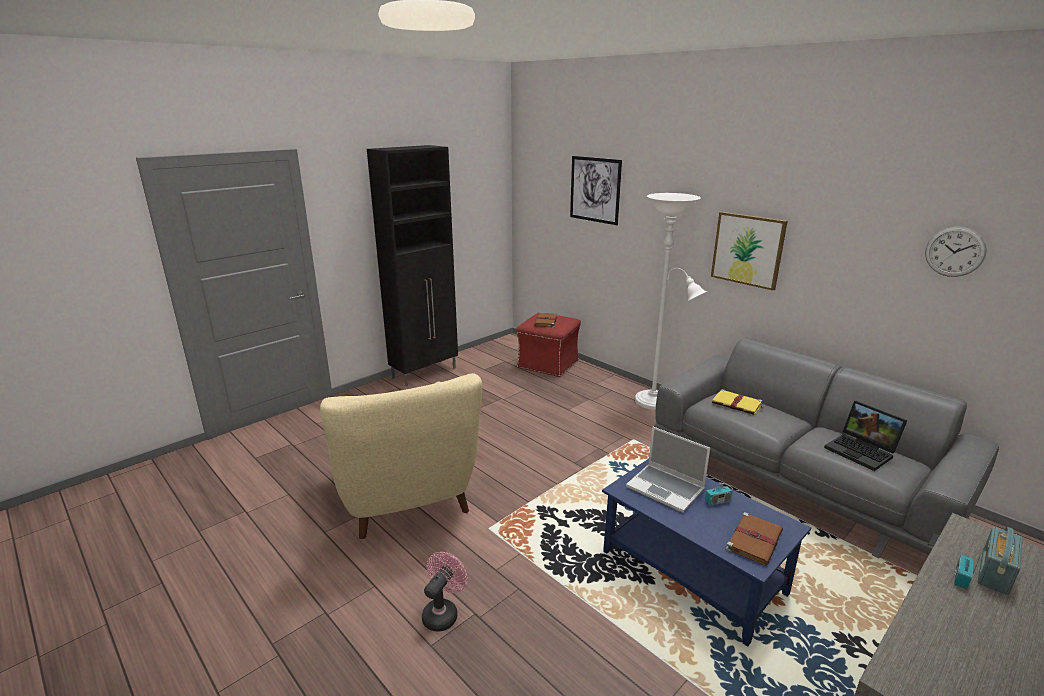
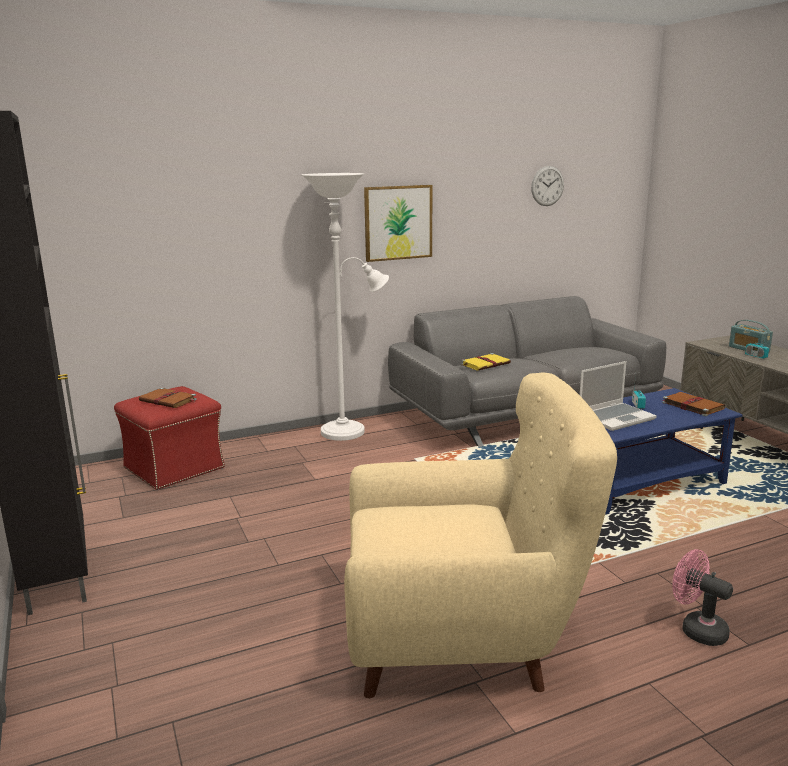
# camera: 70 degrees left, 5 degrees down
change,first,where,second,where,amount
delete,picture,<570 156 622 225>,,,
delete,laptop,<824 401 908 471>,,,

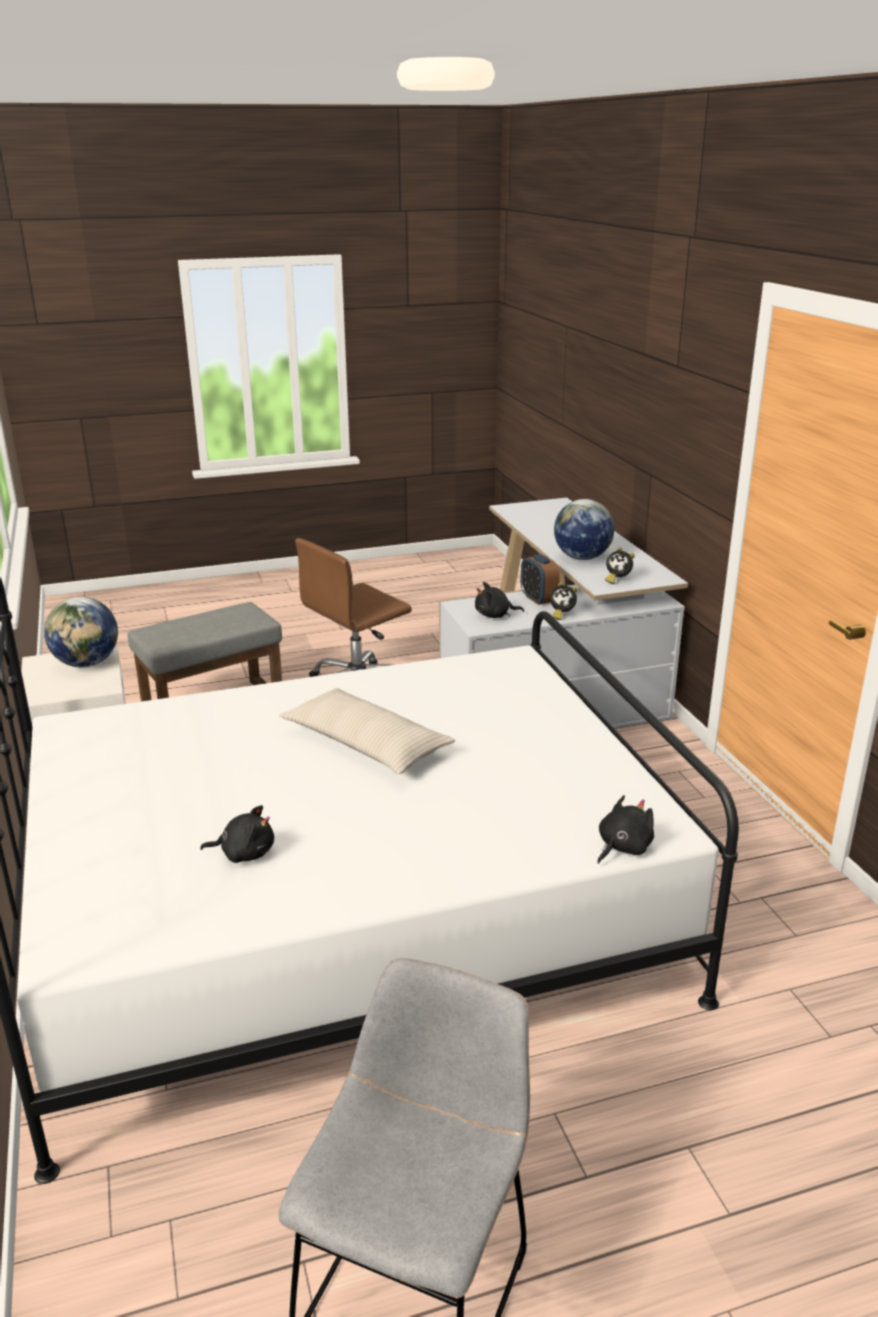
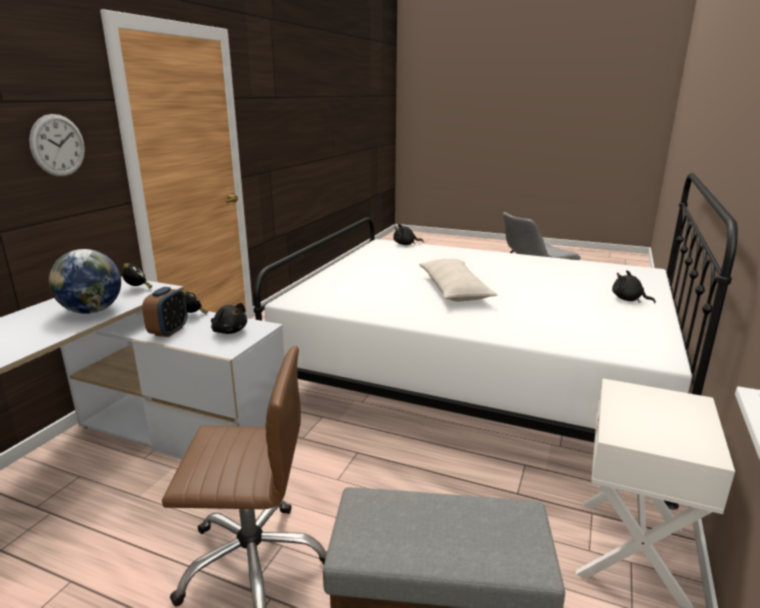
# camera: 140 degrees left, 5 degrees down
change,first,where,second,where,amount
delete,globe,<44 597 118 667>,,,
insert,,,wall clock,<29 114 85 177>,
move,plush toy/black,<200 805 274 863>,,<612 270 656 303>,

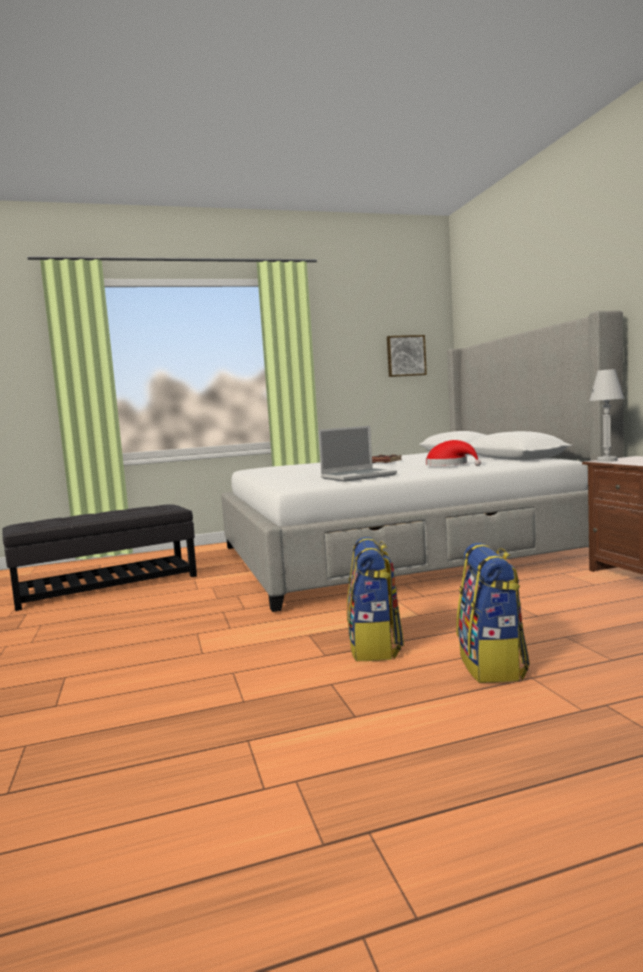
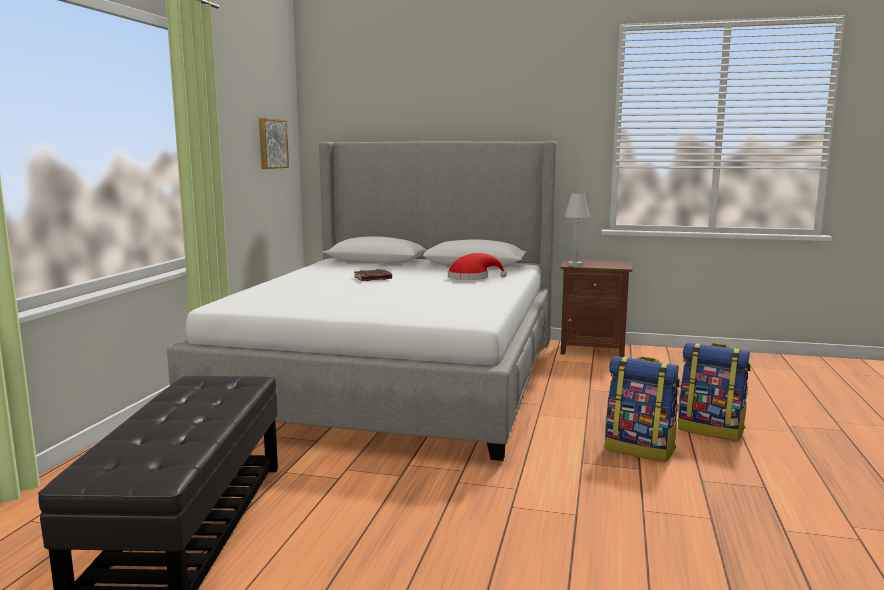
# camera: 60 degrees left, 5 degrees up
change,first,where,second,where,amount
delete,laptop,<318 426 397 482>,,,

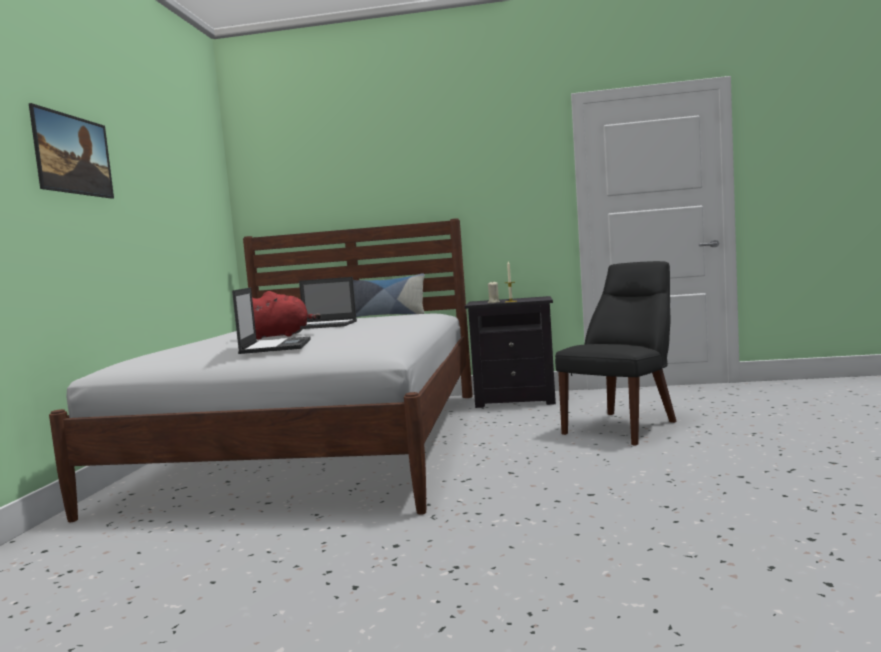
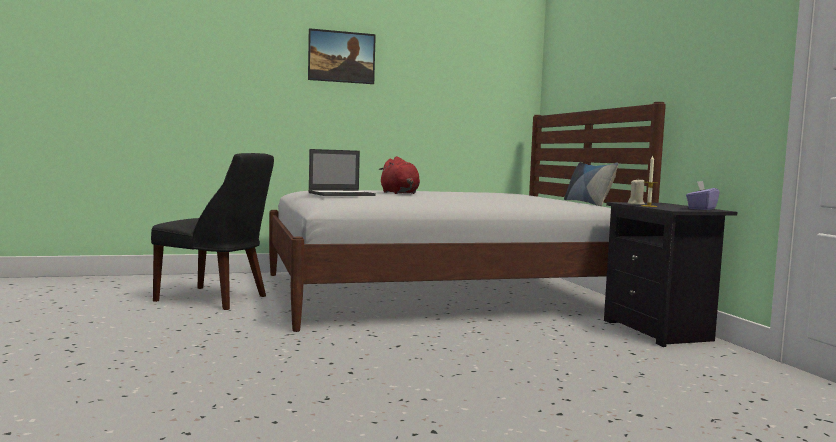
# camera: 65 degrees right, 0 degrees up
change,first,where,second,where,amount
delete,laptop,<299 277 357 329>,,,
insert,,,tissue box/purple,<686 181 720 210>,
move,chair/black,<555 261 677 446>,,<151 153 274 310>,

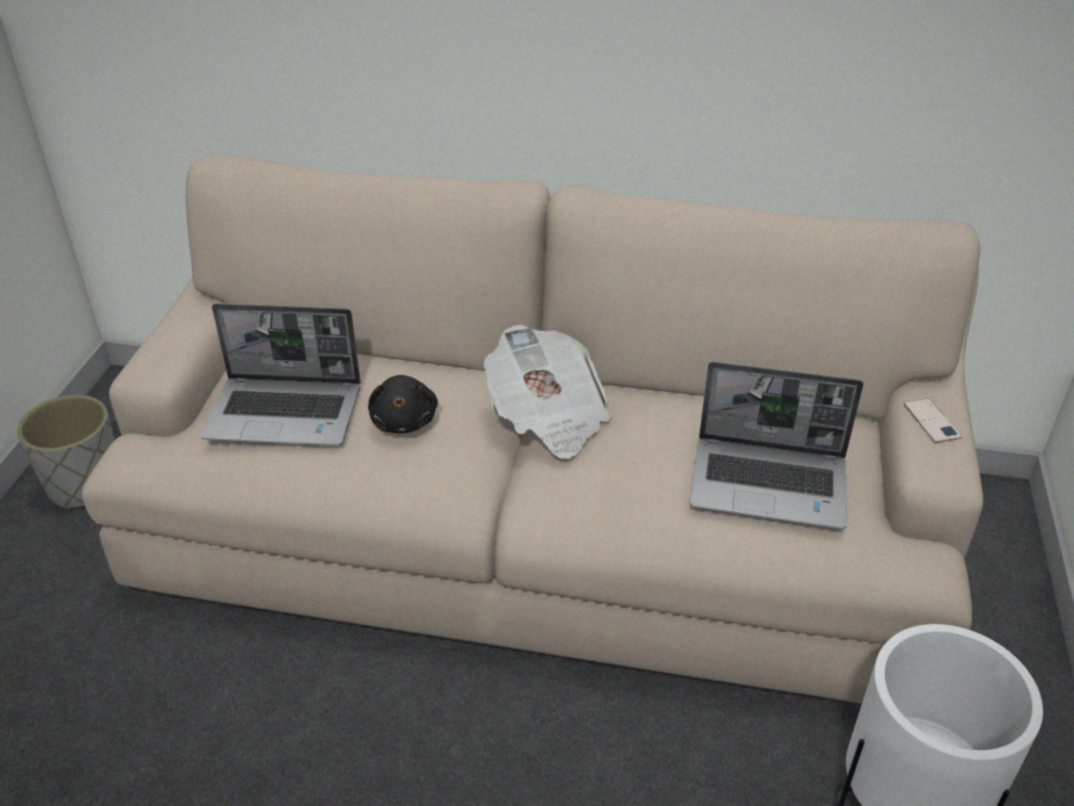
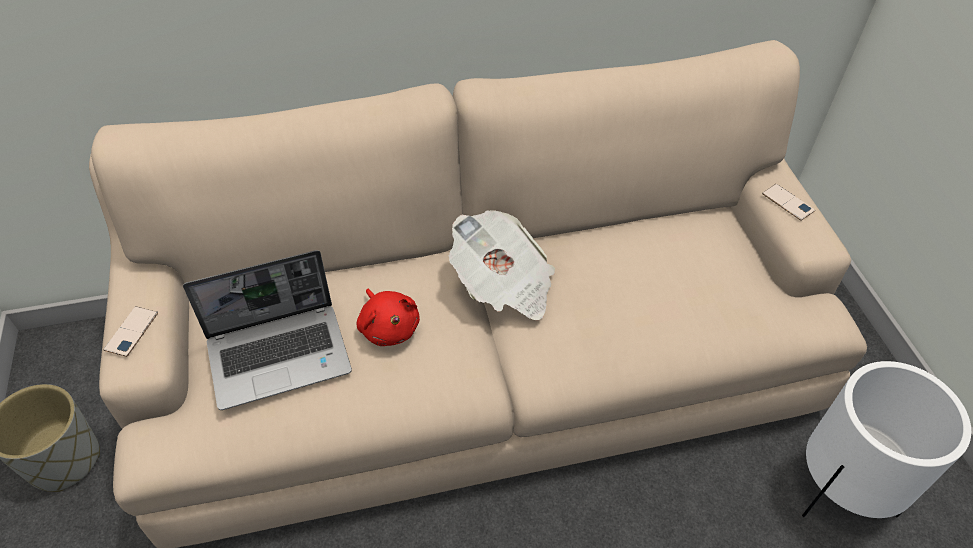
# camera: 25 degrees left, 10 degrees up
change,first,where,second,where,amount
delete,laptop,<689 362 864 529>,,,
insert,,,phone,<104 306 158 357>,
recolor,plush toy/black,<368 375 438 433>,plush toy/red,<357 289 420 346>,

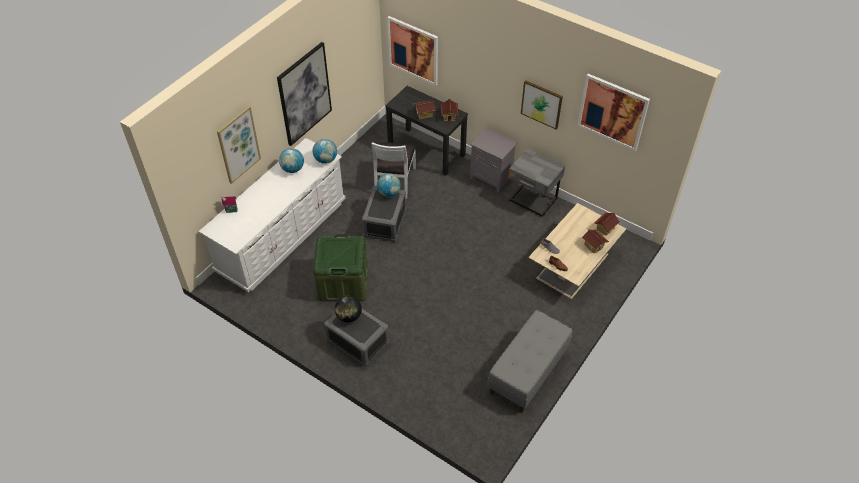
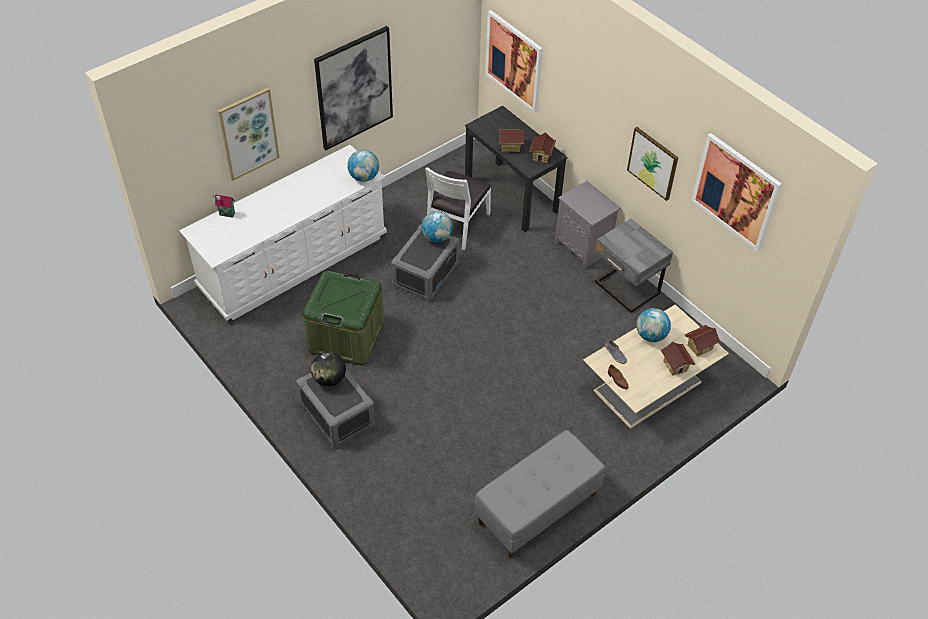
# camera: 15 degrees right, 0 degrees up
change,first,where,second,where,amount
move,globe,<279 148 304 173>,,<636 308 671 342>,

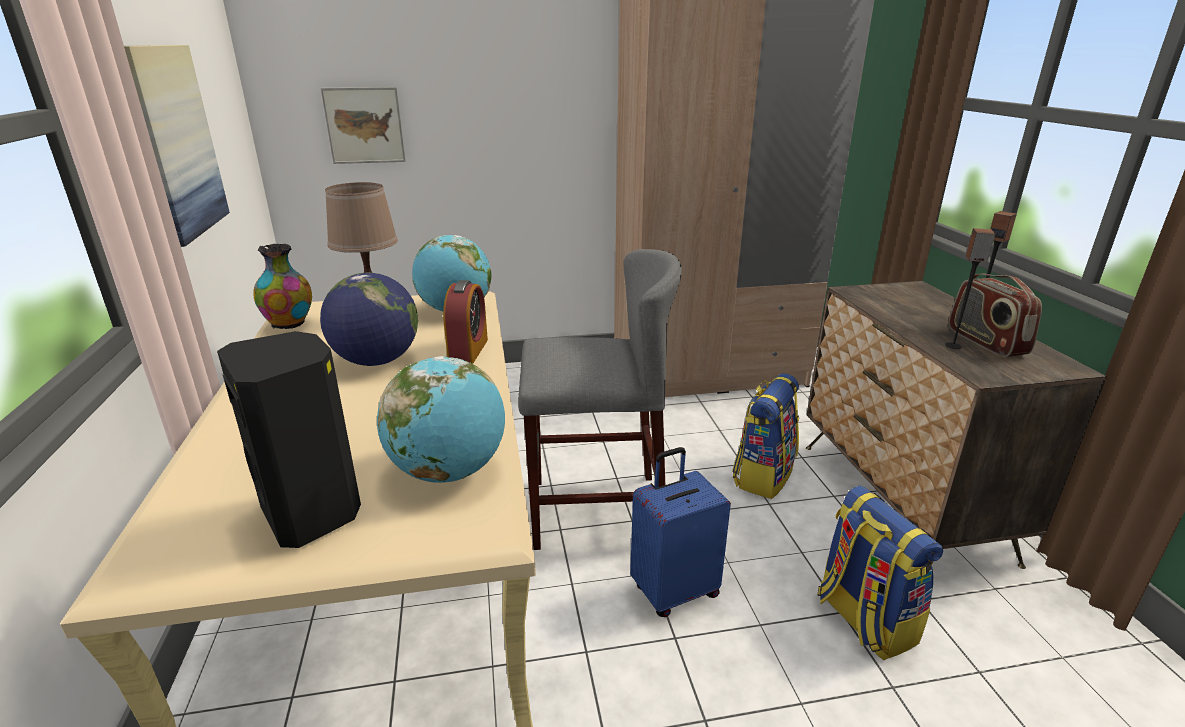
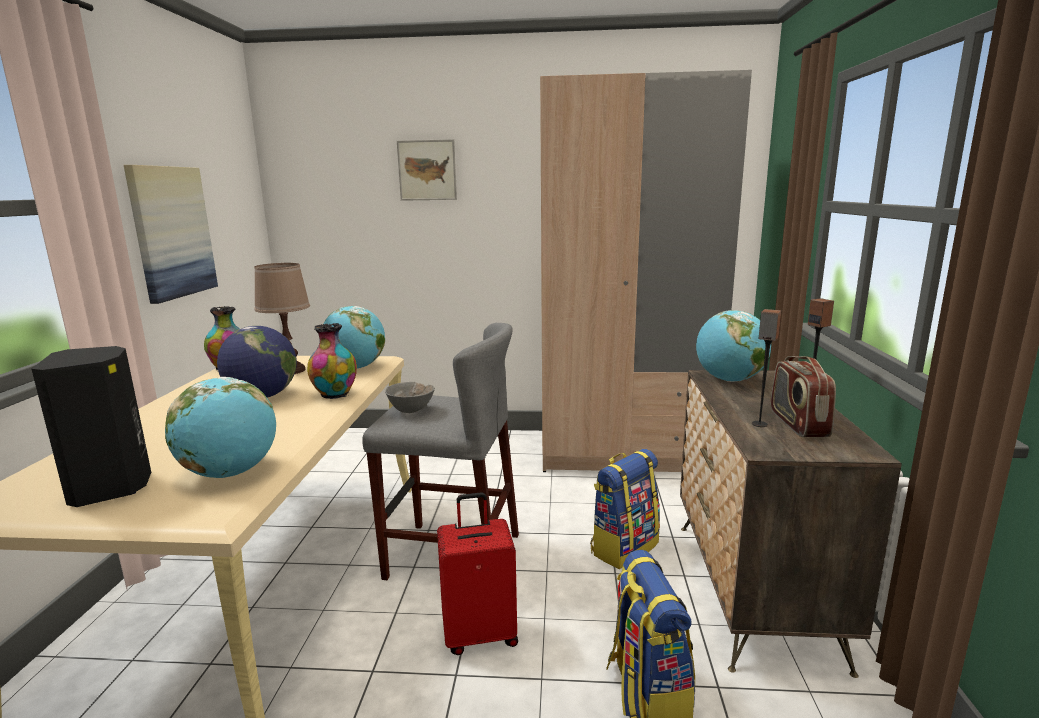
# camera: 15 degrees right, 10 degrees down
change,first,where,second,where,amount
insert,,,bowl/grey,<385 382 435 413>,
insert,,,globe,<696 310 771 382>,
move,picture,<321 87 406 164>,,<397 139 457 201>,
replace,alarm clock,<443 280 488 364>,vase,<307 323 357 399>,
recolor,suitcase/blue,<630 447 731 617>,suitcase/red,<437 492 518 655>,

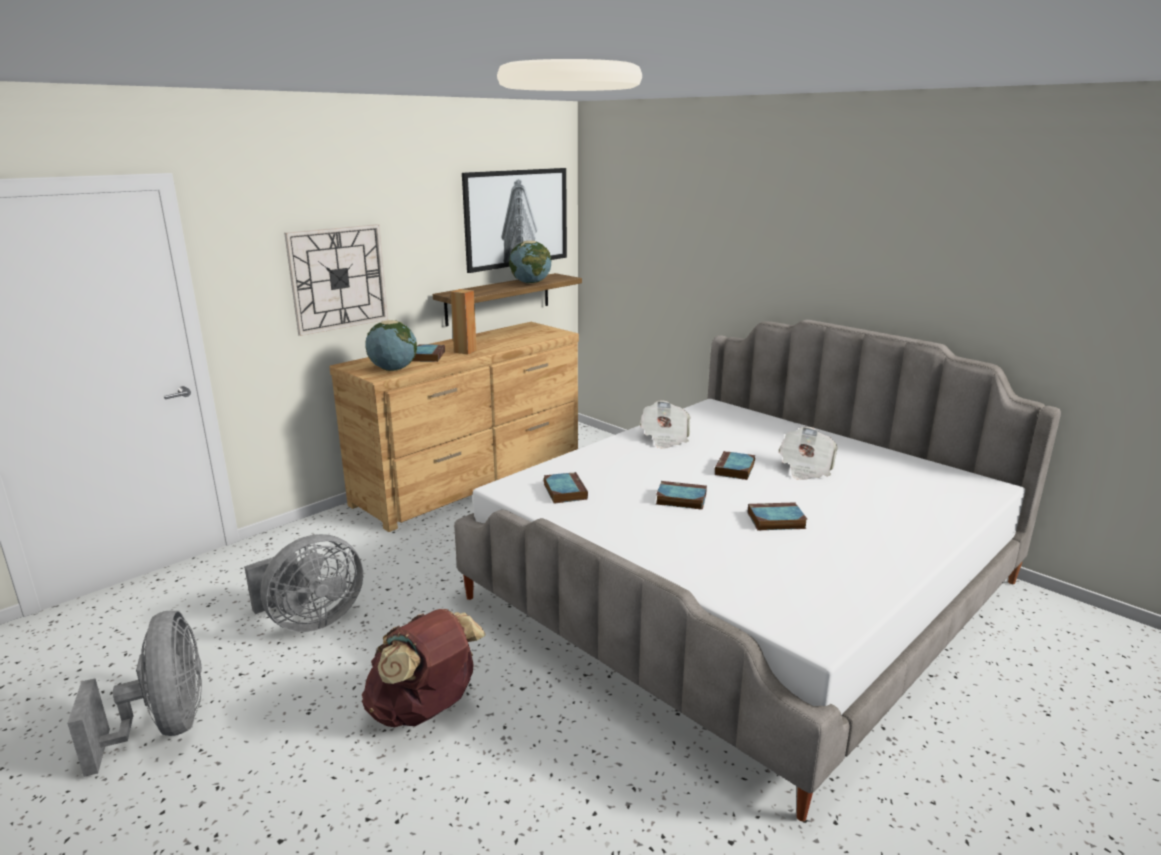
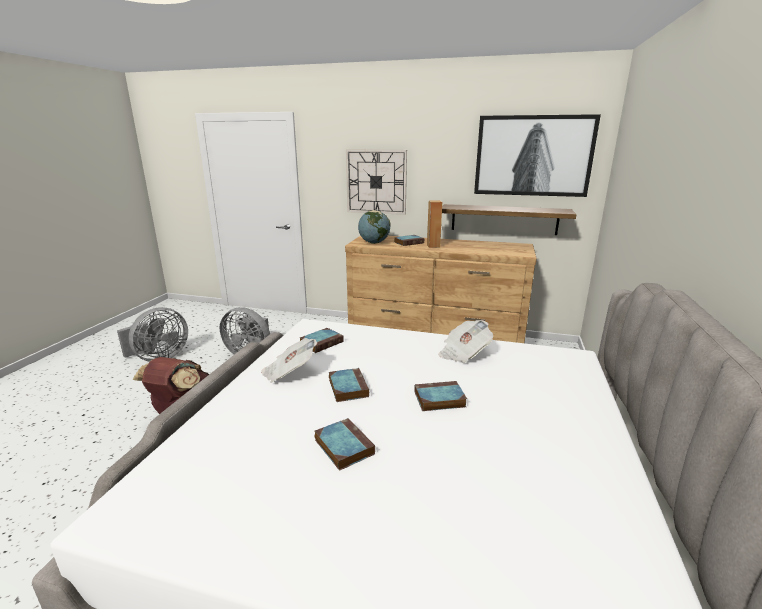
# camera: 60 degrees right, 0 degrees up
change,first,where,second,where,amount
delete,globe,<509 241 552 284>,,,
move,newspaper,<778 427 838 480>,,<261 338 317 383>,

